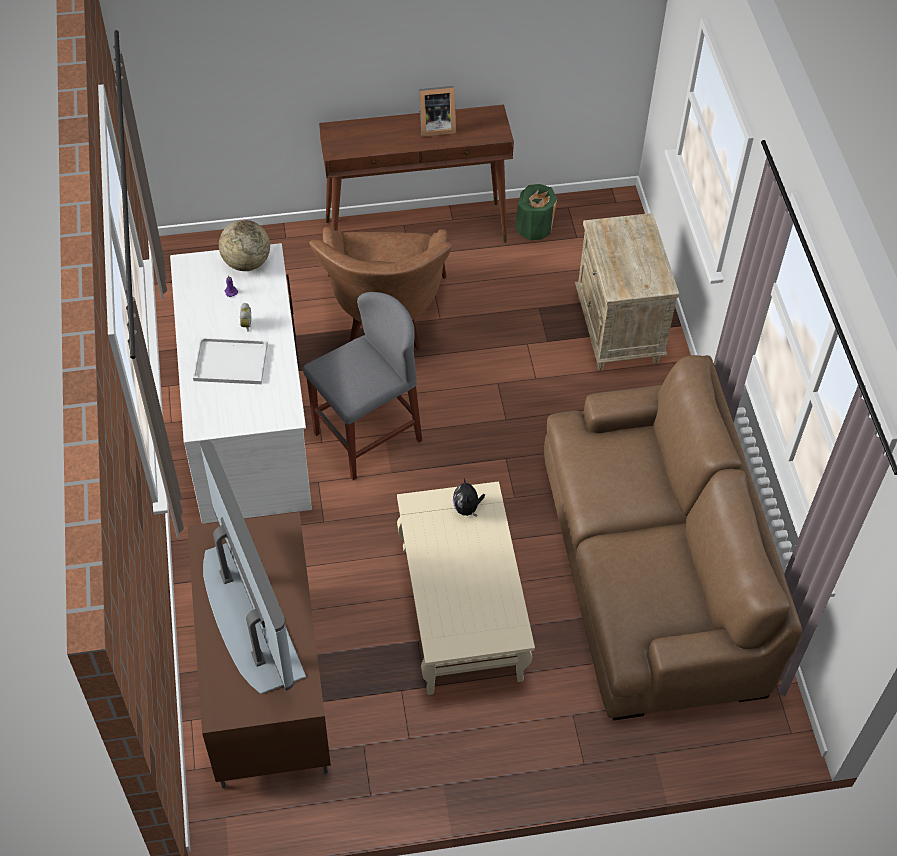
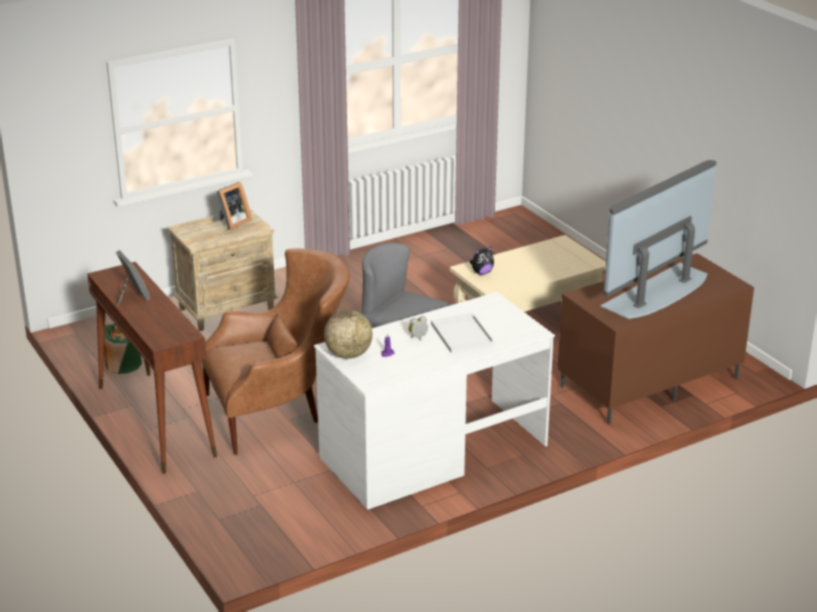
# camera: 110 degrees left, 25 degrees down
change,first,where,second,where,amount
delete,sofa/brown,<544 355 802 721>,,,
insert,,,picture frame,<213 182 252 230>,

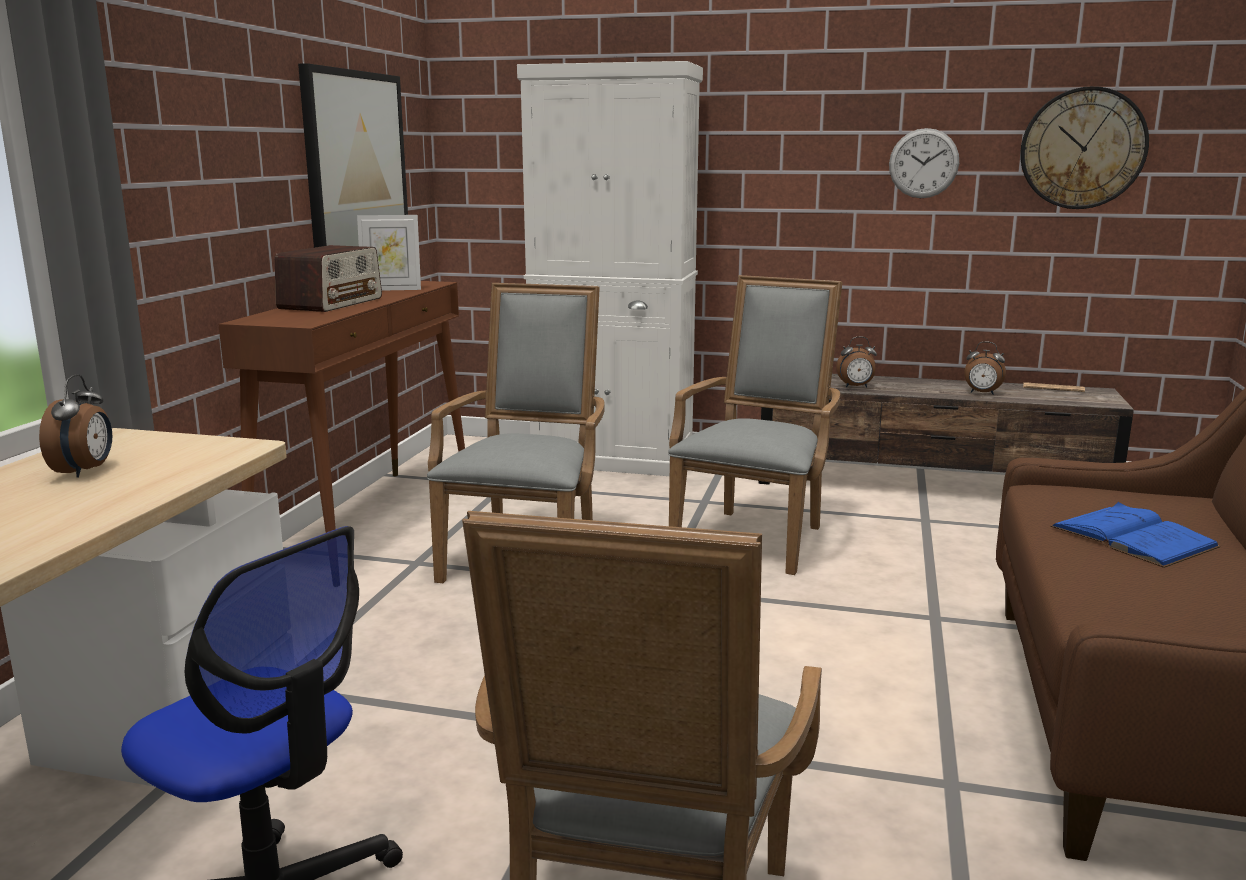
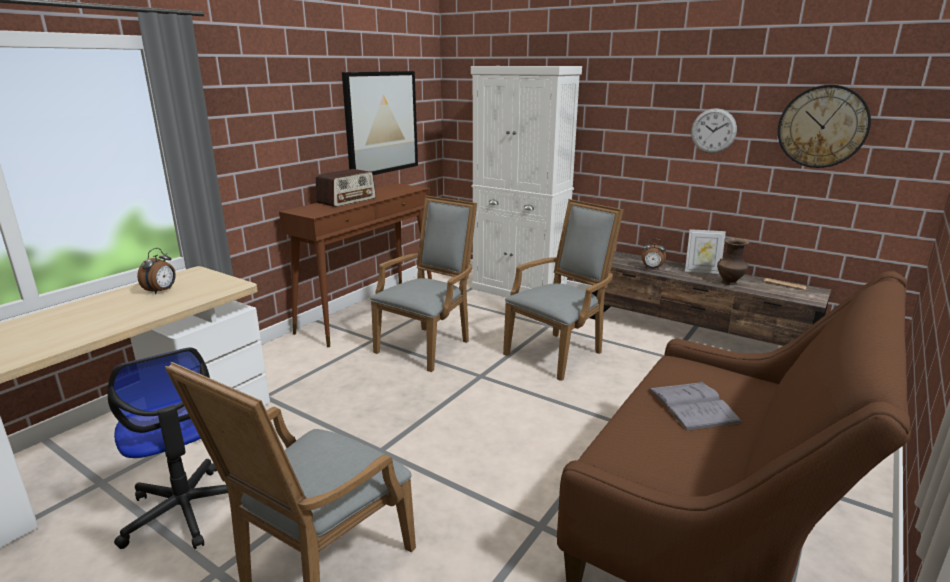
# camera: 20 degrees right, 5 degrees up
change,first,where,second,where,amount
move,picture frame,<357 215 421 291>,,<685 229 726 274>,
replace,alarm clock,<964 341 1006 395>,vase/brown,<717 238 749 285>,
recolor,book/blue,<1050 502 1220 568>,book/grey,<648 381 743 432>,

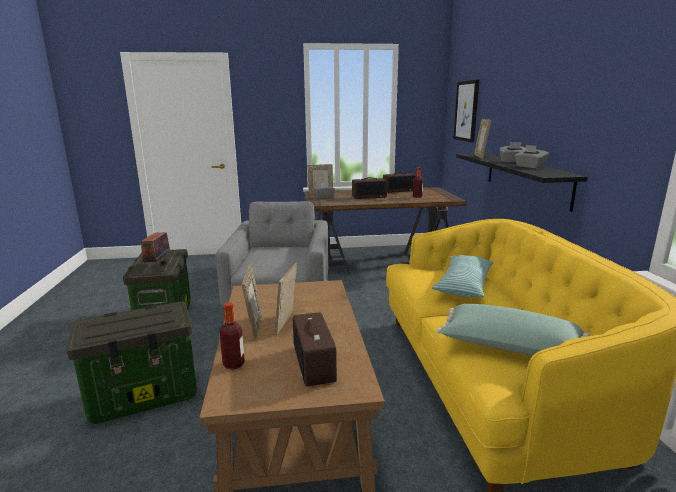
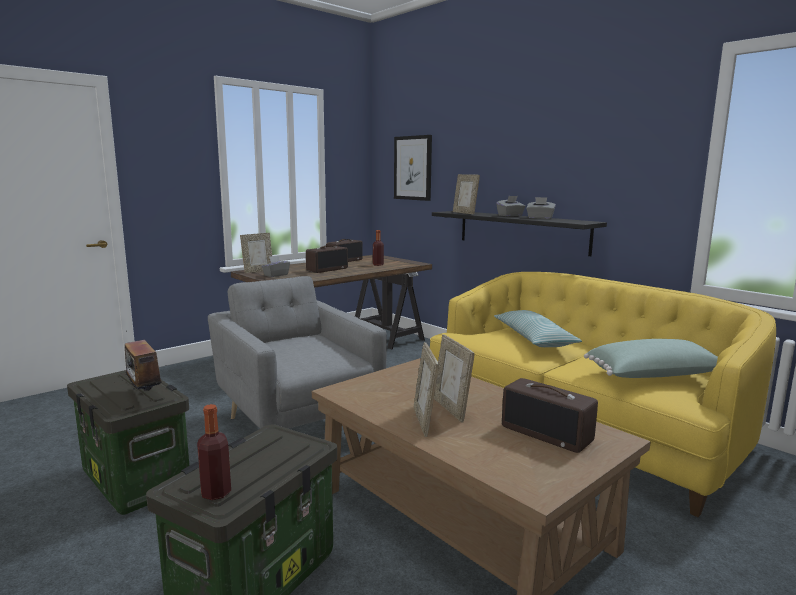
# camera: 35 degrees left, 5 degrees down
change,first,where,second,where,amount
move,bottle,<219 302 245 370>,,<197 404 231 500>,
rotate,picture frame,<241 265 262 339>,,<414 342 439 437>,150 degrees counterclockwise

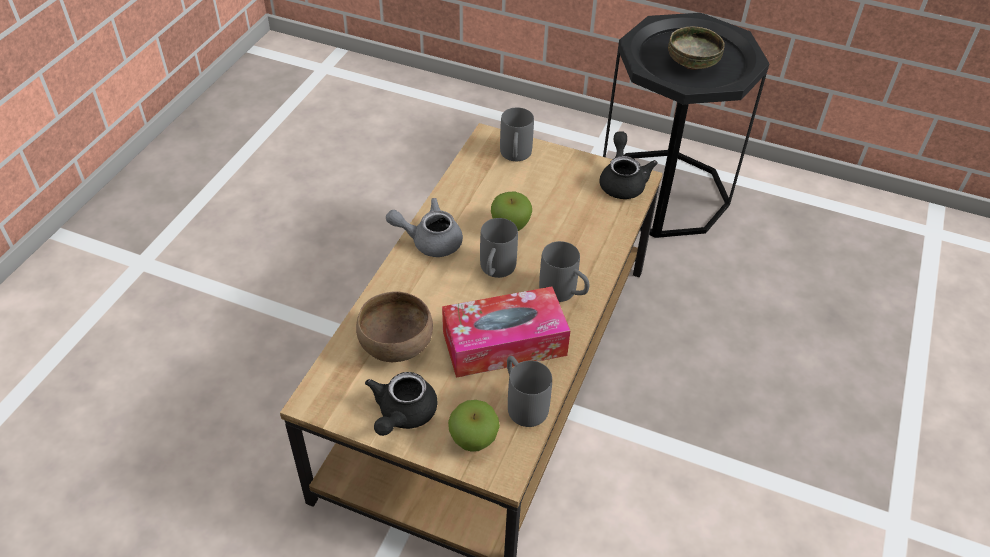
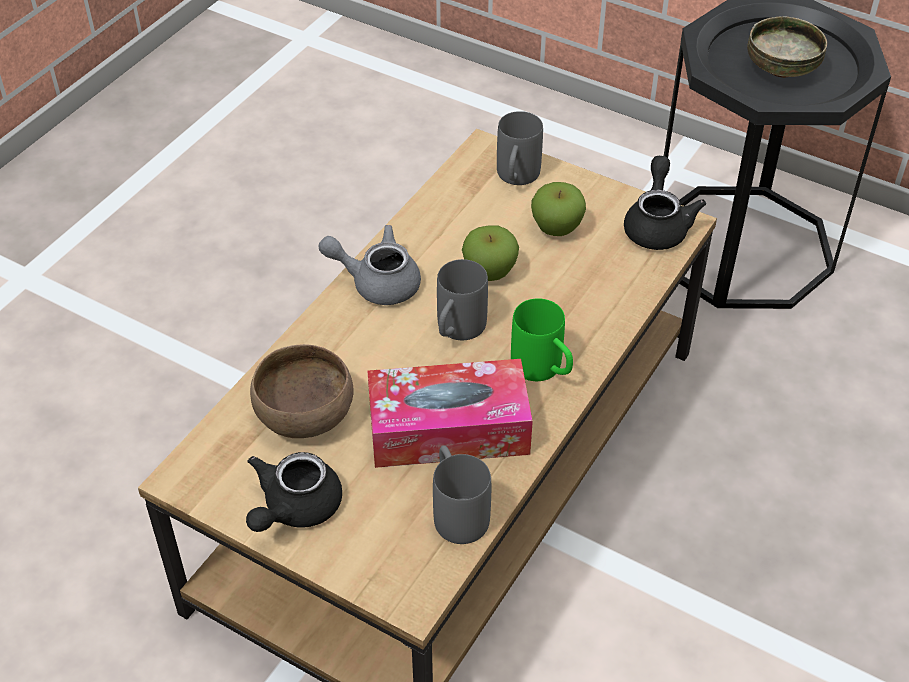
# camera: 10 degrees right, 0 degrees up
change,first,where,second,where,amount
move,apple,<448 400 500 452>,,<531 182 586 236>,
recolor,mug/grey,<539 241 589 302>,mug/green,<511 298 573 381>,

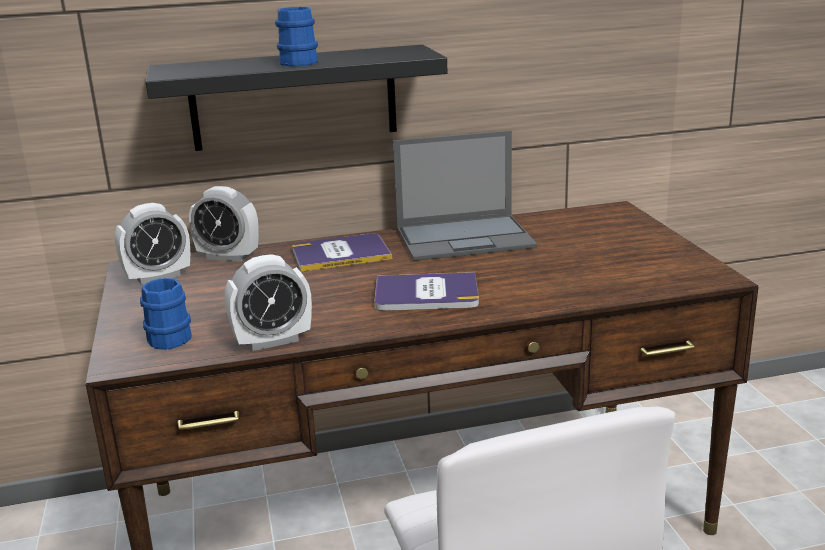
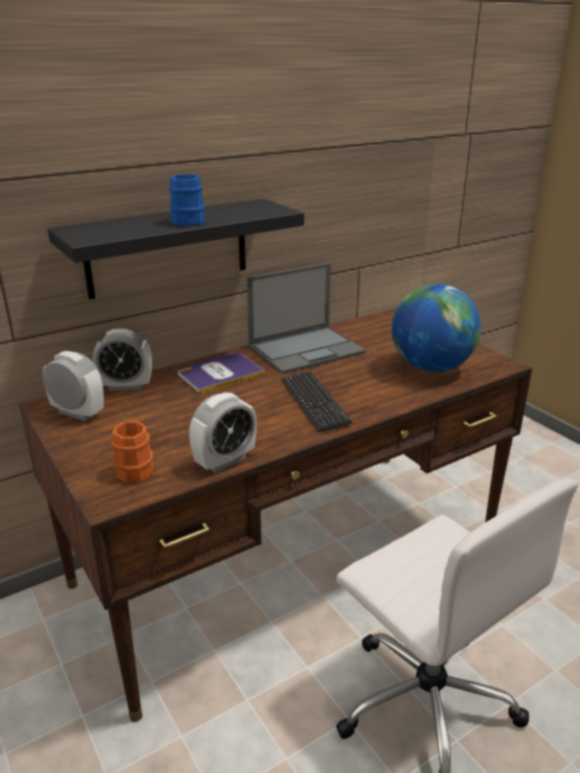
# camera: 20 degrees left, 5 degrees up
change,first,where,second,where,amount
insert,,,globe,<391 284 481 372>,
replace,book,<375 272 479 311>,keyboard,<281 371 352 432>,
recolor,mug/blue,<140 278 192 350>,mug/orange,<111 421 153 483>,
rotate,alarm clock,<115 203 190 285>,,<43 351 104 421>,105 degrees counterclockwise

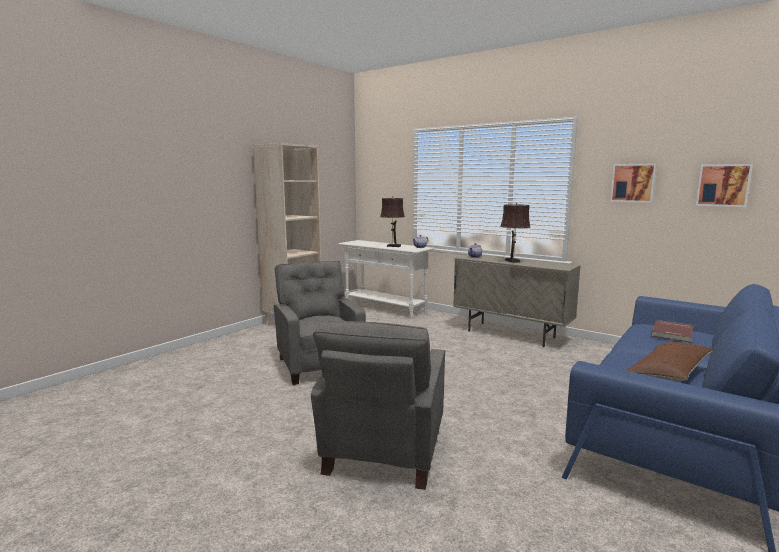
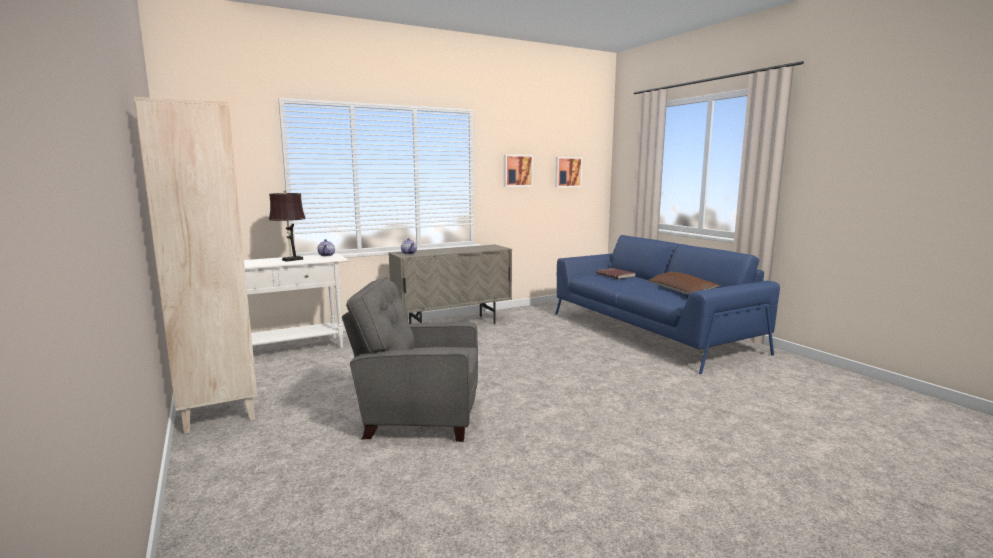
# camera: 65 degrees left, 0 degrees up
change,first,where,second,where,amount
delete,armchair/grey,<311 321 445 490>,,,
delete,table lamp/brown,<500 202 530 263>,,,

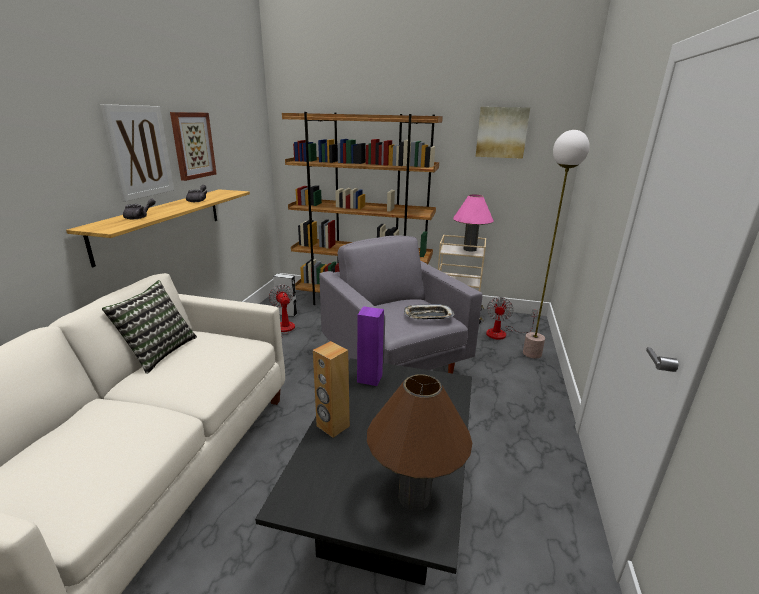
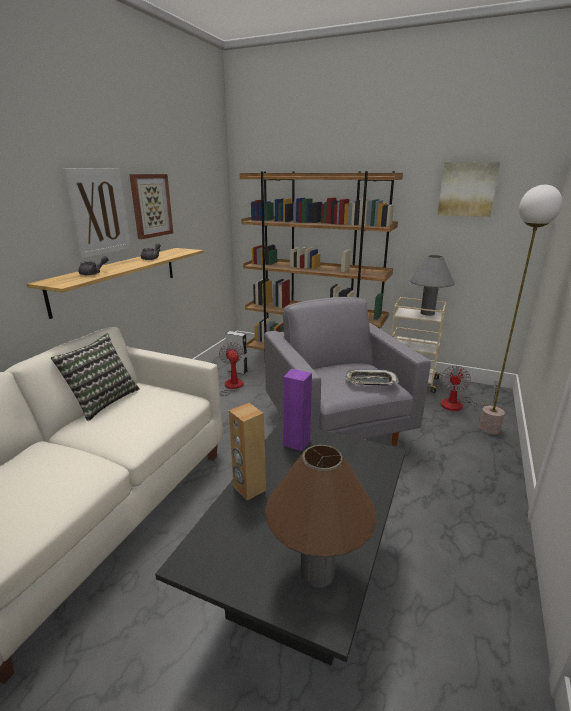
# camera: 10 degrees right, 0 degrees up
change,first,where,second,where,amount
recolor,table lamp/pink,<453 194 494 252>,table lamp/grey,<410 255 454 316>,

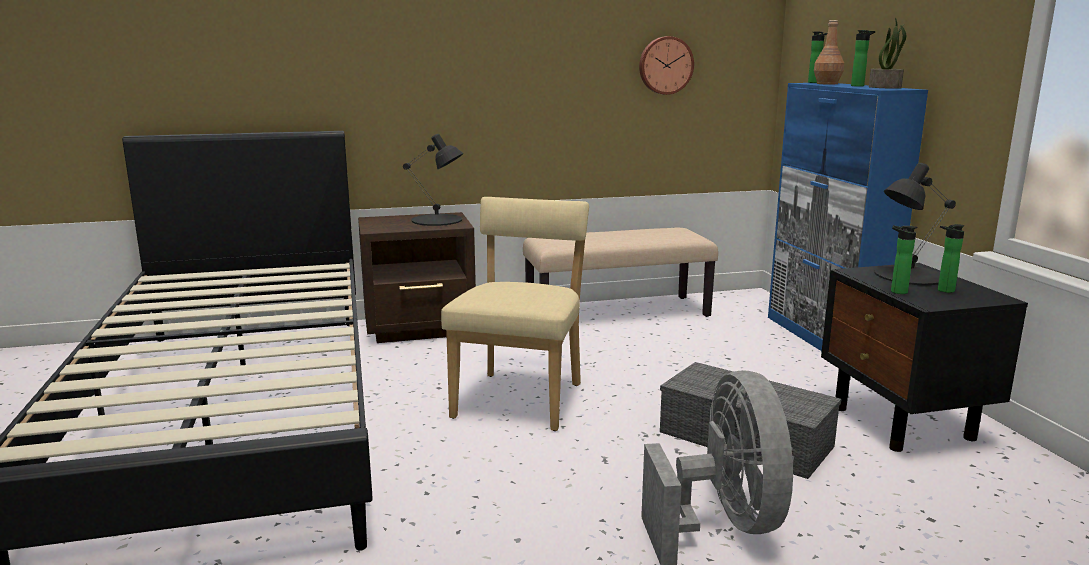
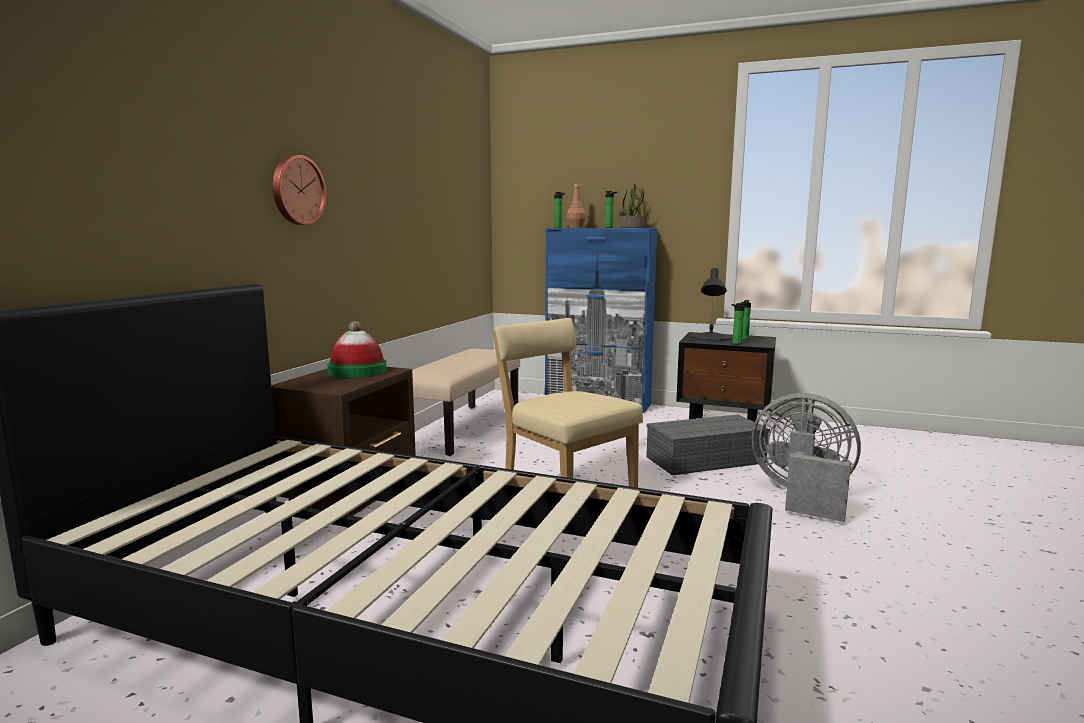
# camera: 55 degrees left, 5 degrees down
change,first,where,second,where,amount
move,wall clock,<639 36 694 95>,,<272 155 326 225>,
replace,table lamp/black,<403 134 464 226>,hat,<327 321 387 378>,

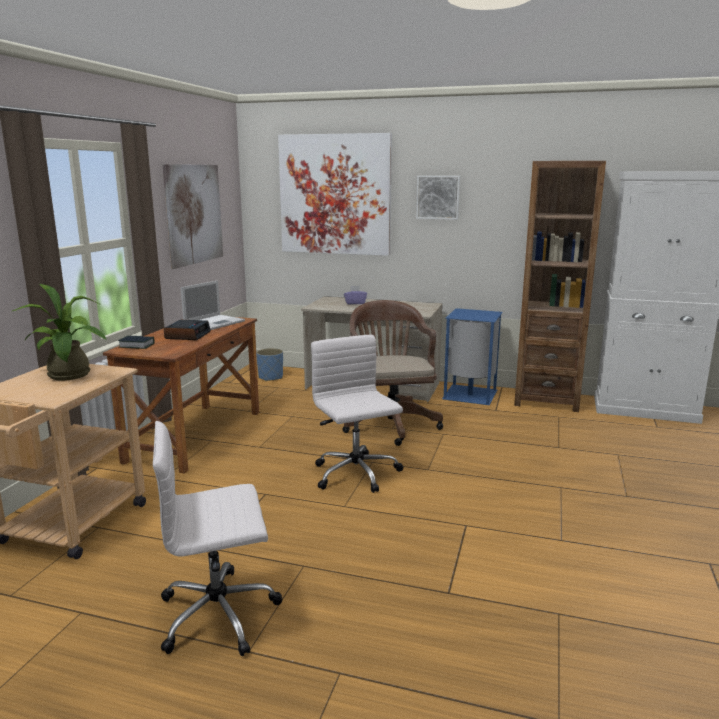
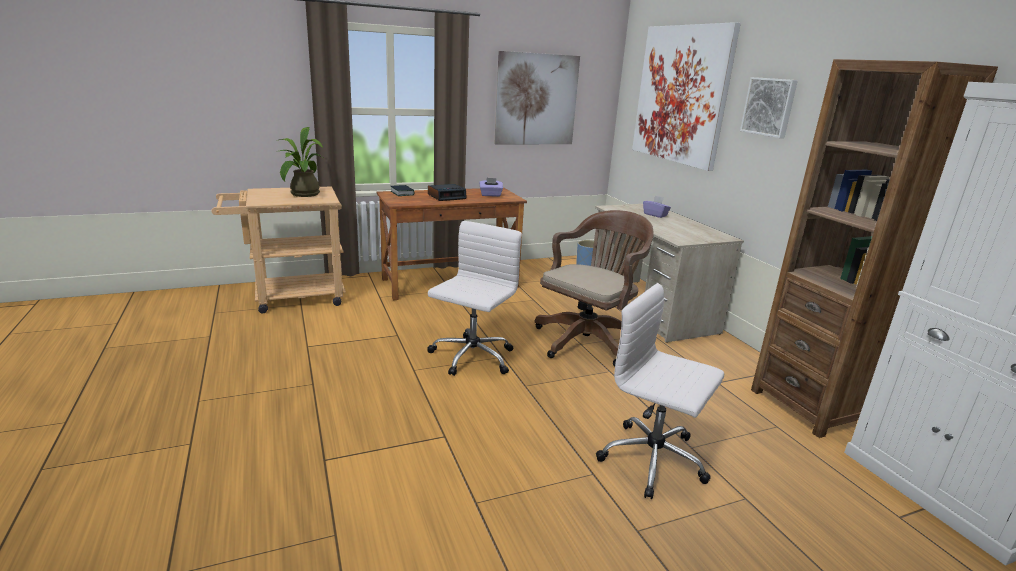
# camera: 50 degrees right, 5 degrees up
change,first,where,second,where,amount
delete,trash can/blue,<442 308 503 405>,,,
move,office chair/white,<153 421 283 656>,,<596 283 724 499>,
replace,laptop,<181 281 245 330>,tissue box/purple,<480 178 503 197>,

